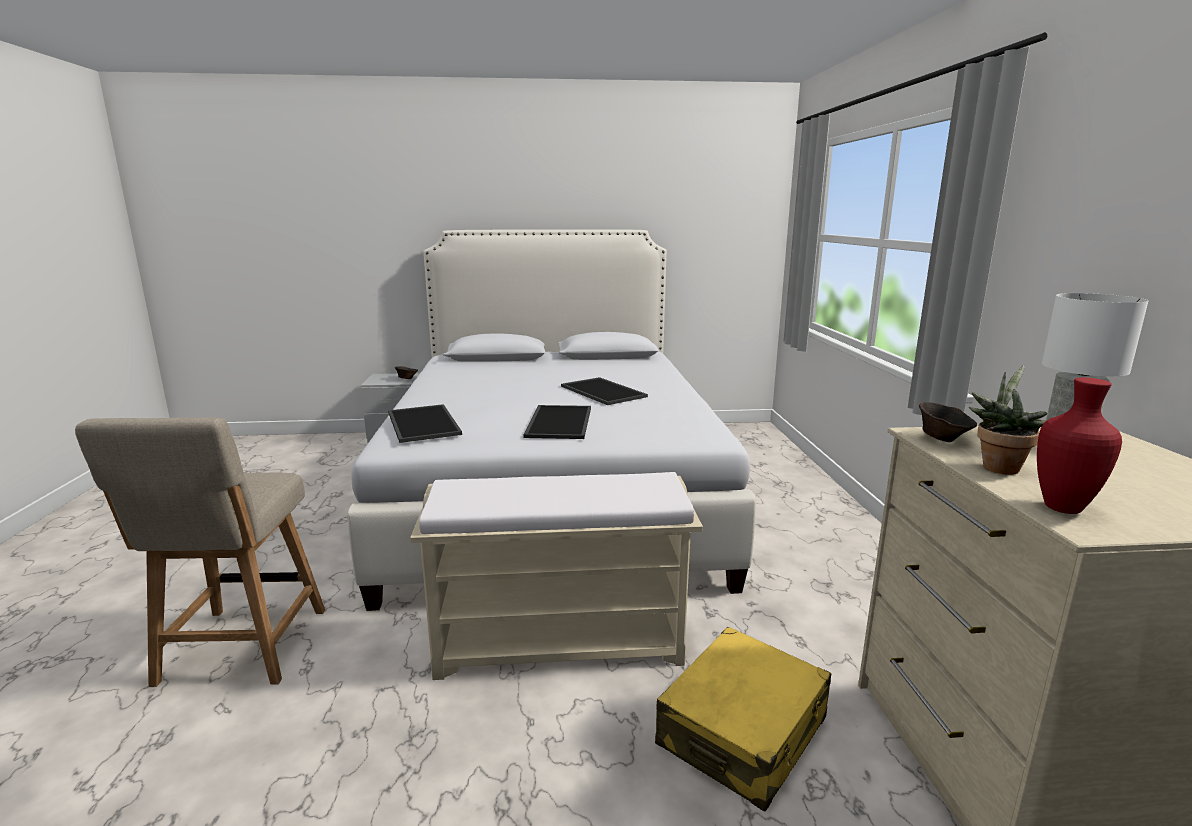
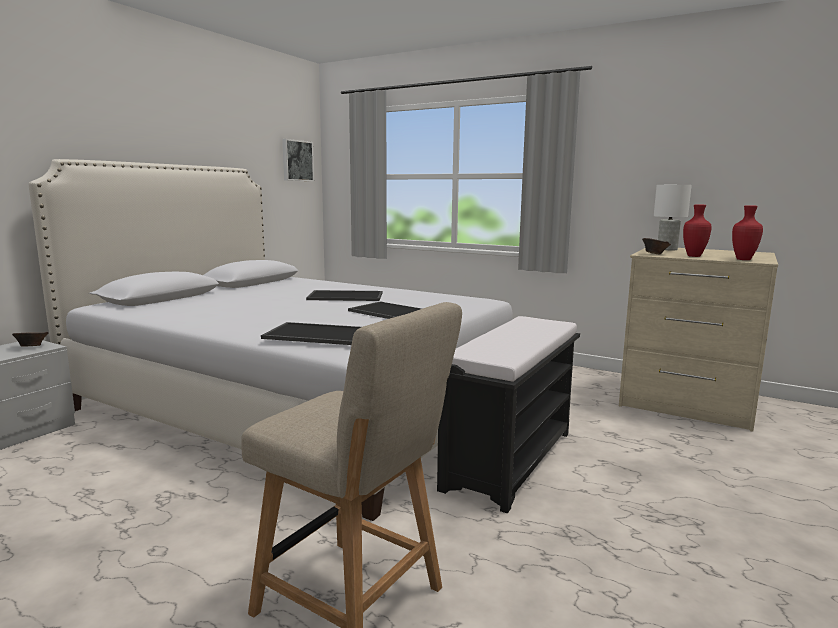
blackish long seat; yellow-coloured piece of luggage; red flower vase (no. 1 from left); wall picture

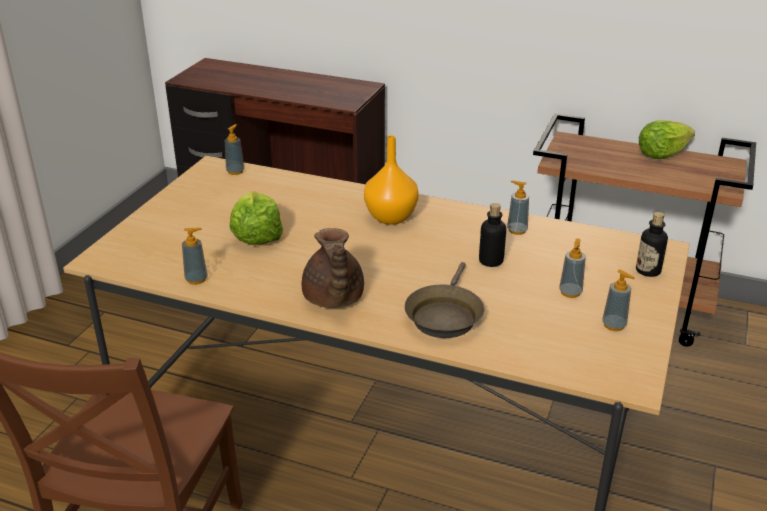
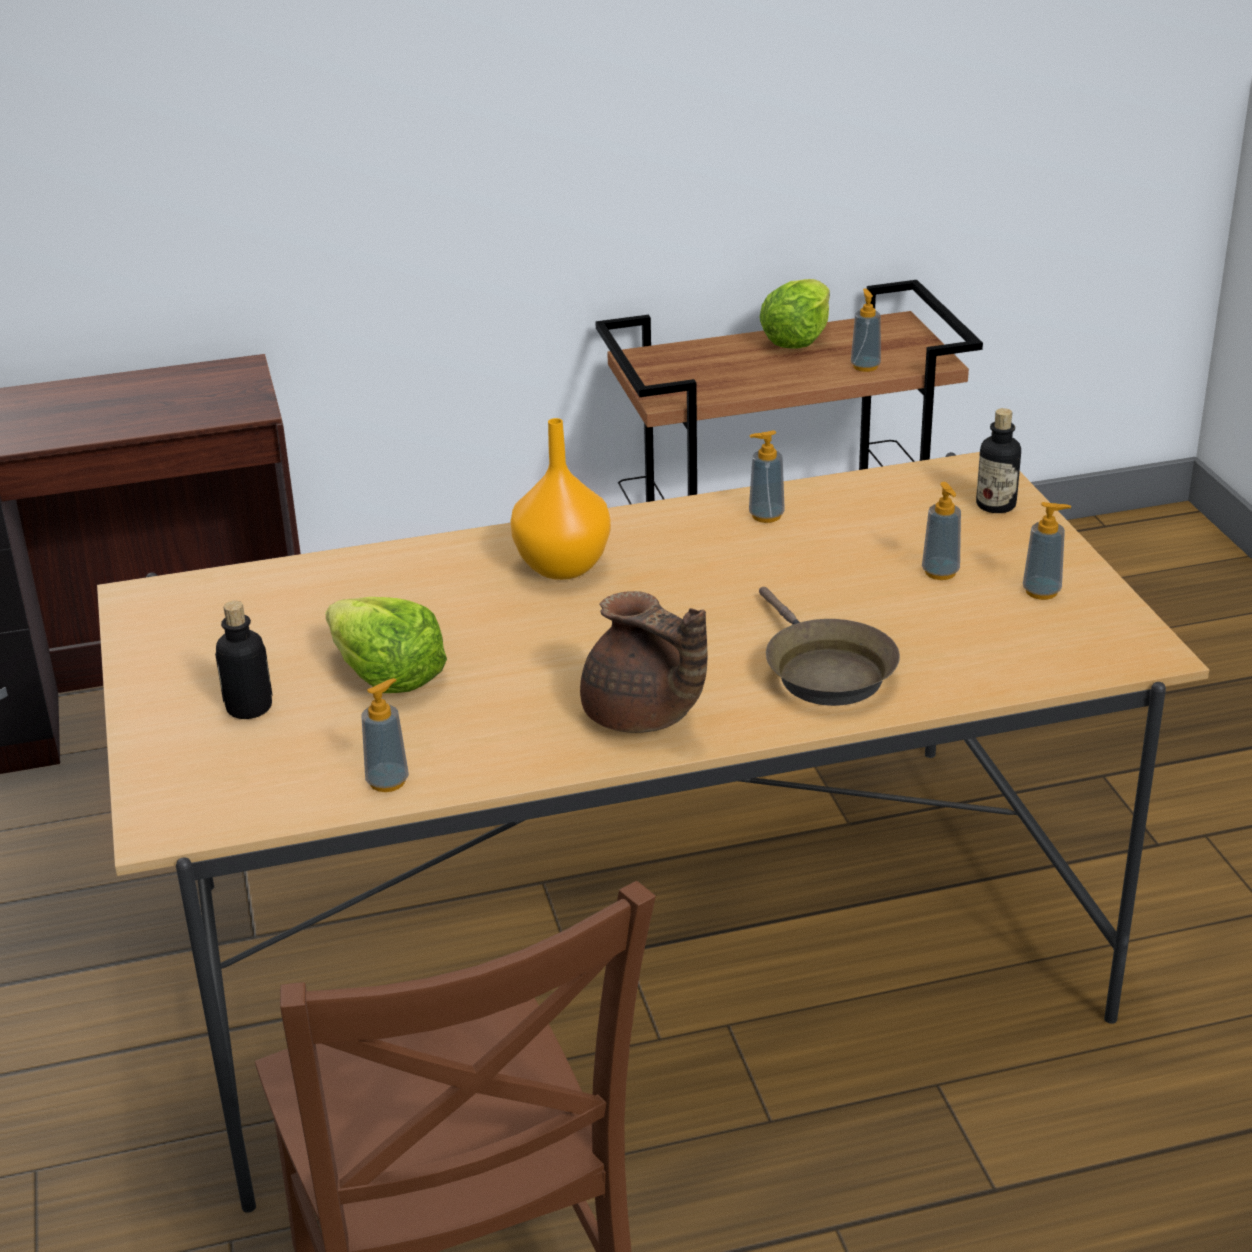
soap bottle (no. 3 from left); beverage bottle (no. 1 from left)

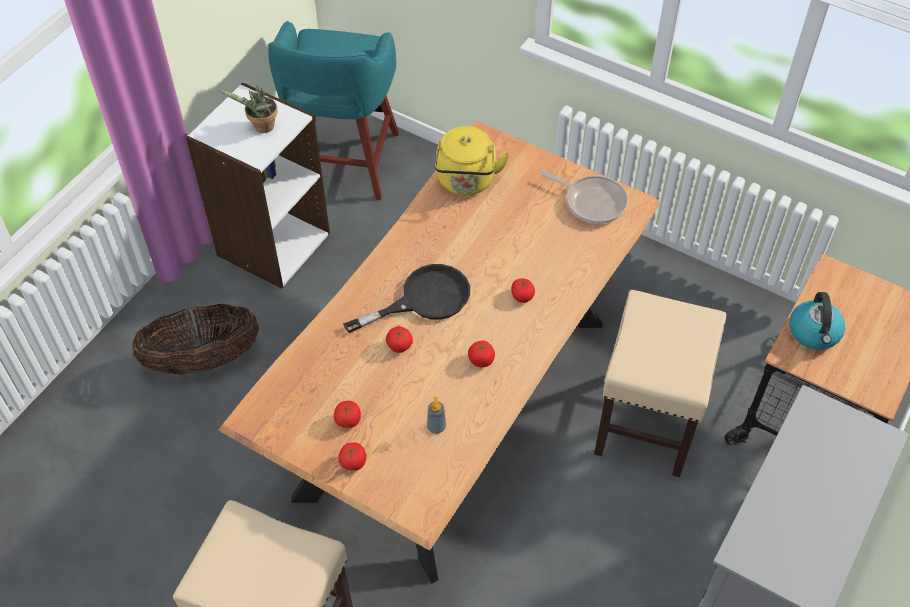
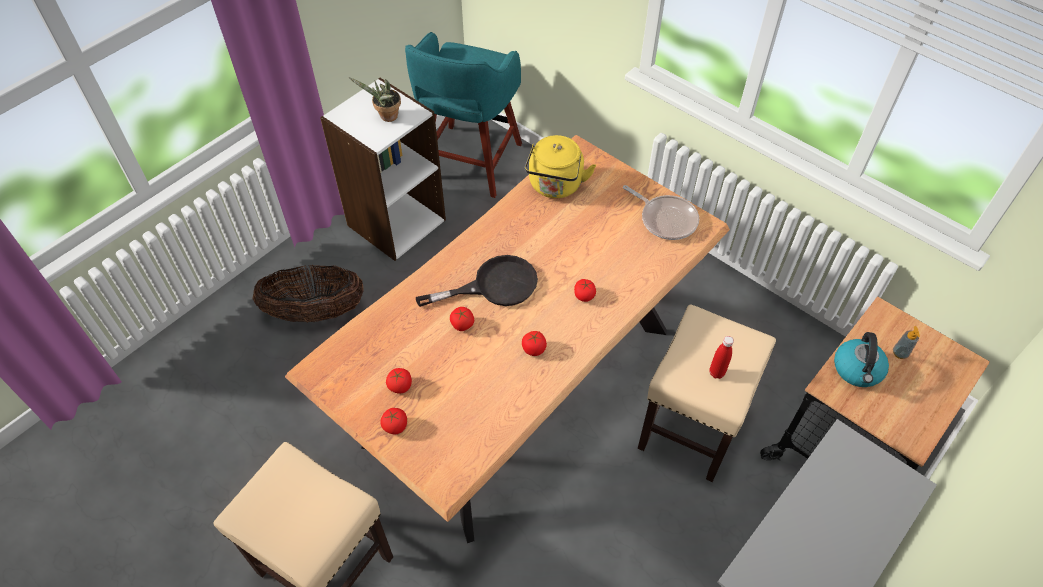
soap bottle; red beverage bottle

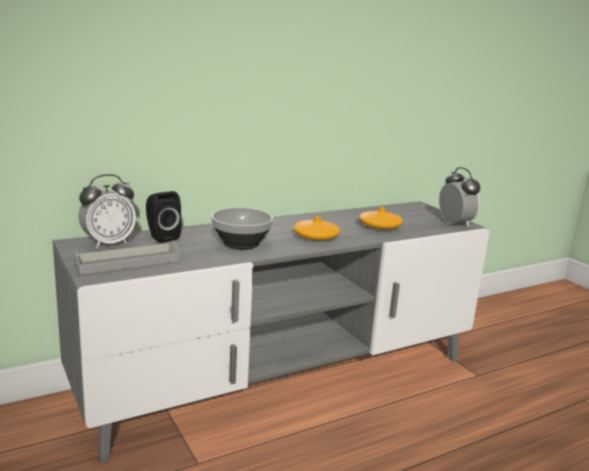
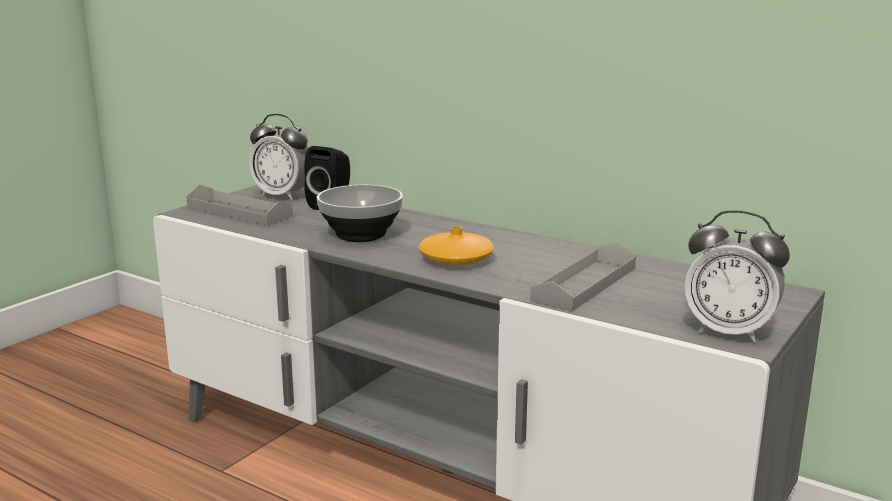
greyish serving tray (no. 2 from left); alarm clock (no. 2 from left)

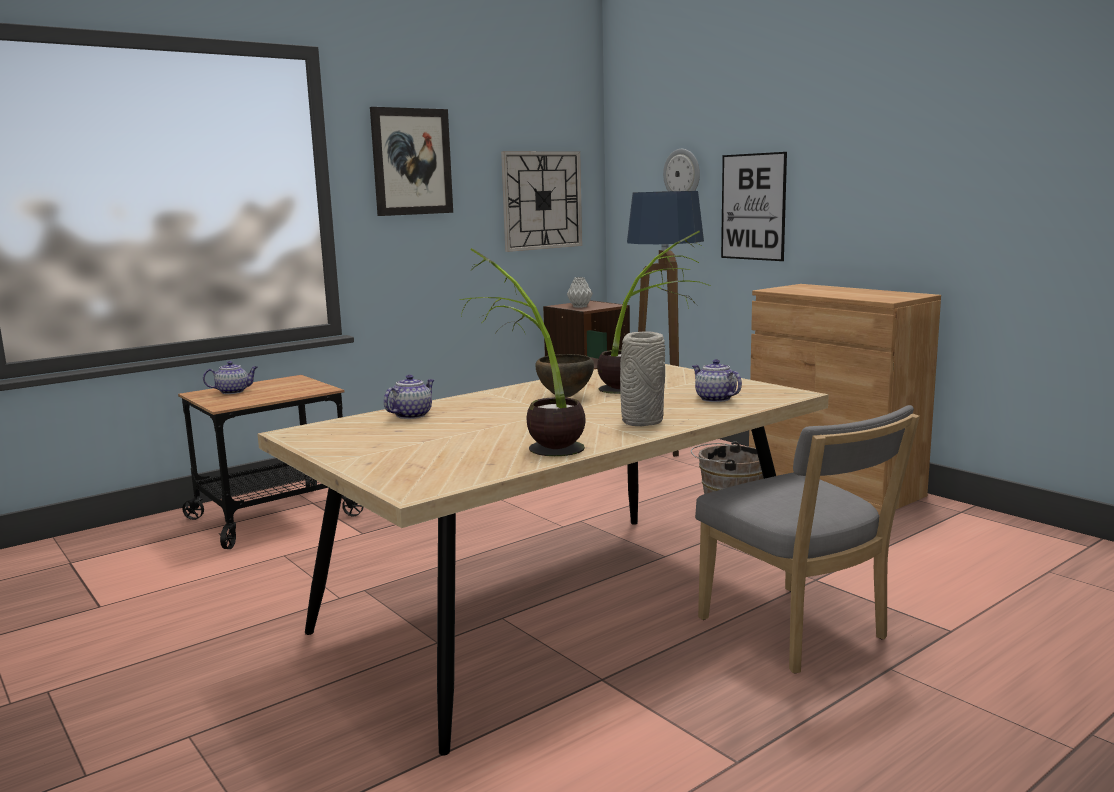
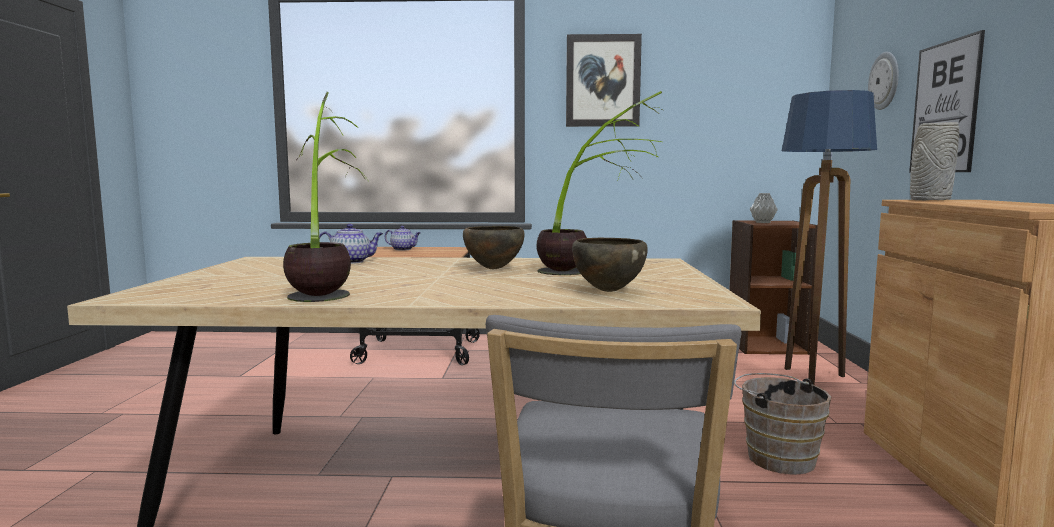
clock on the wall (no. 1 from left in the first image); greyish flower vase (no. 2 from left); brown bowl (no. 2 from left)

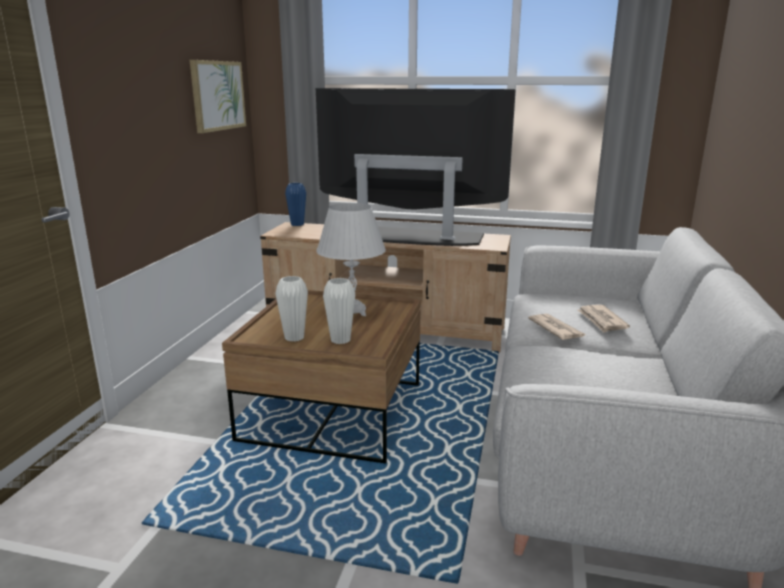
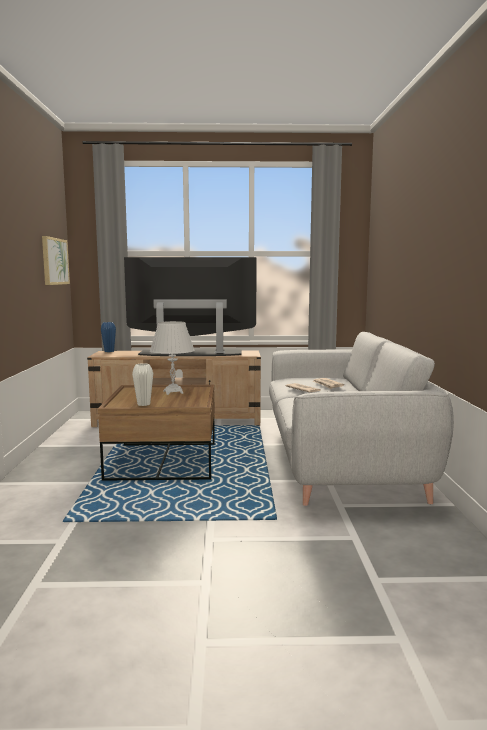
white flower vase (no. 2 from left in the first image)

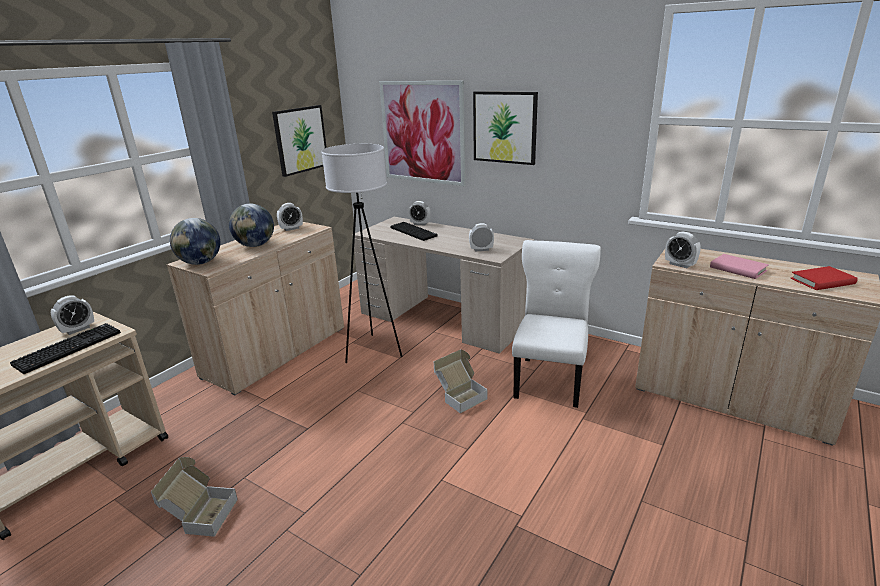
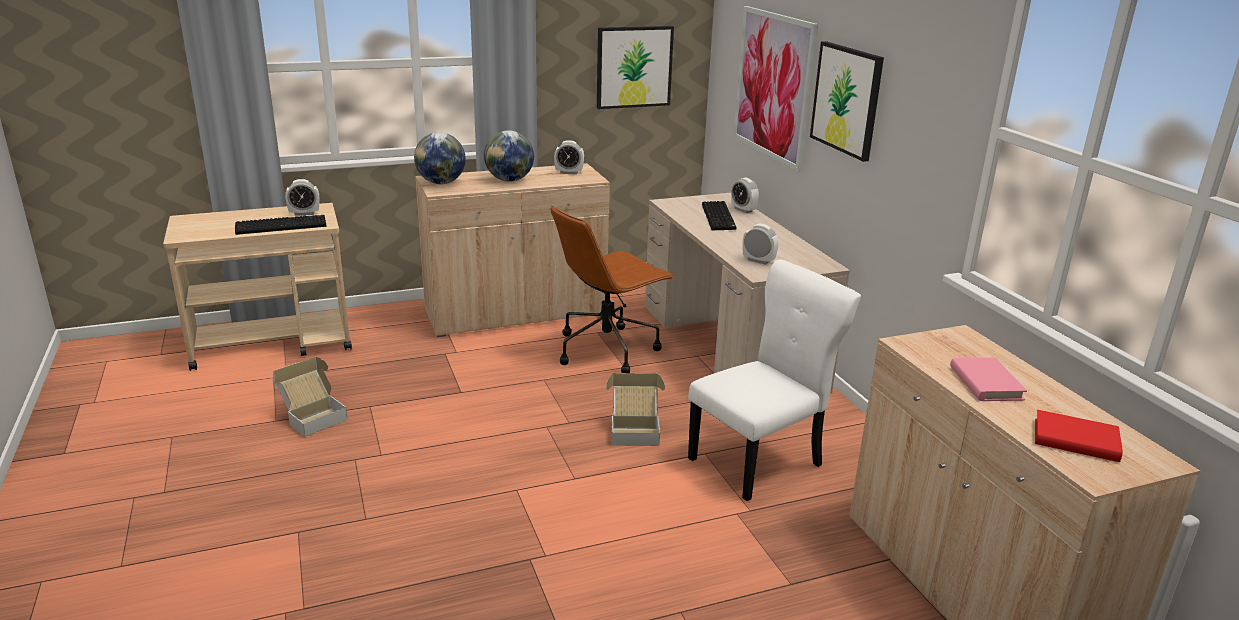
brown office chair; alarm clock (no. 5 from left in the first image)

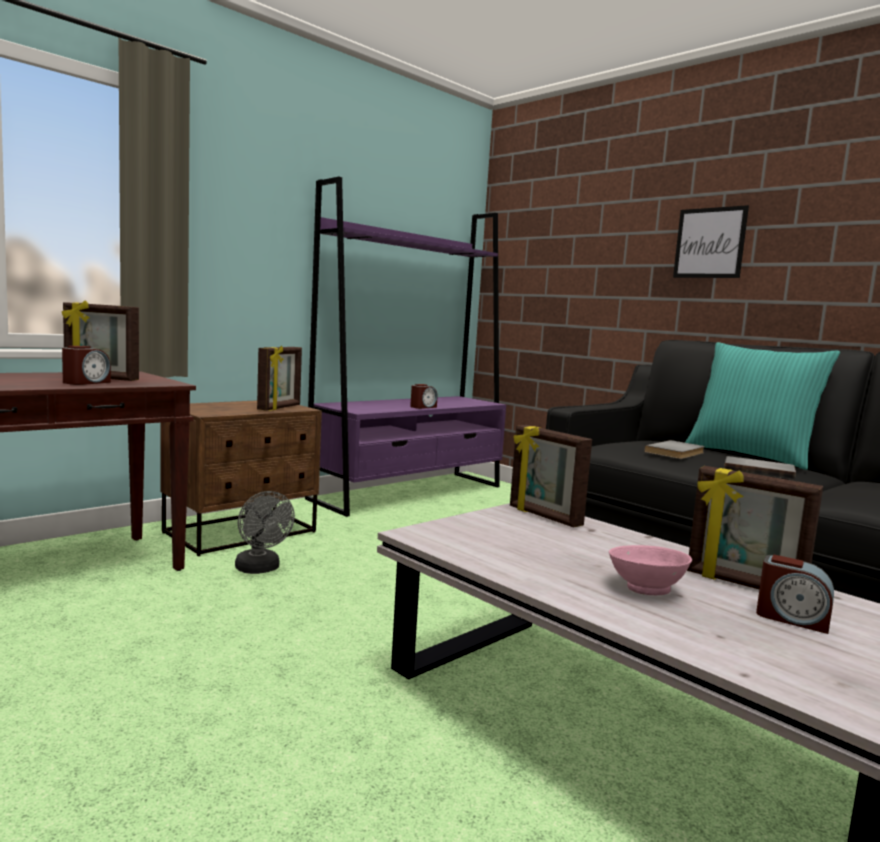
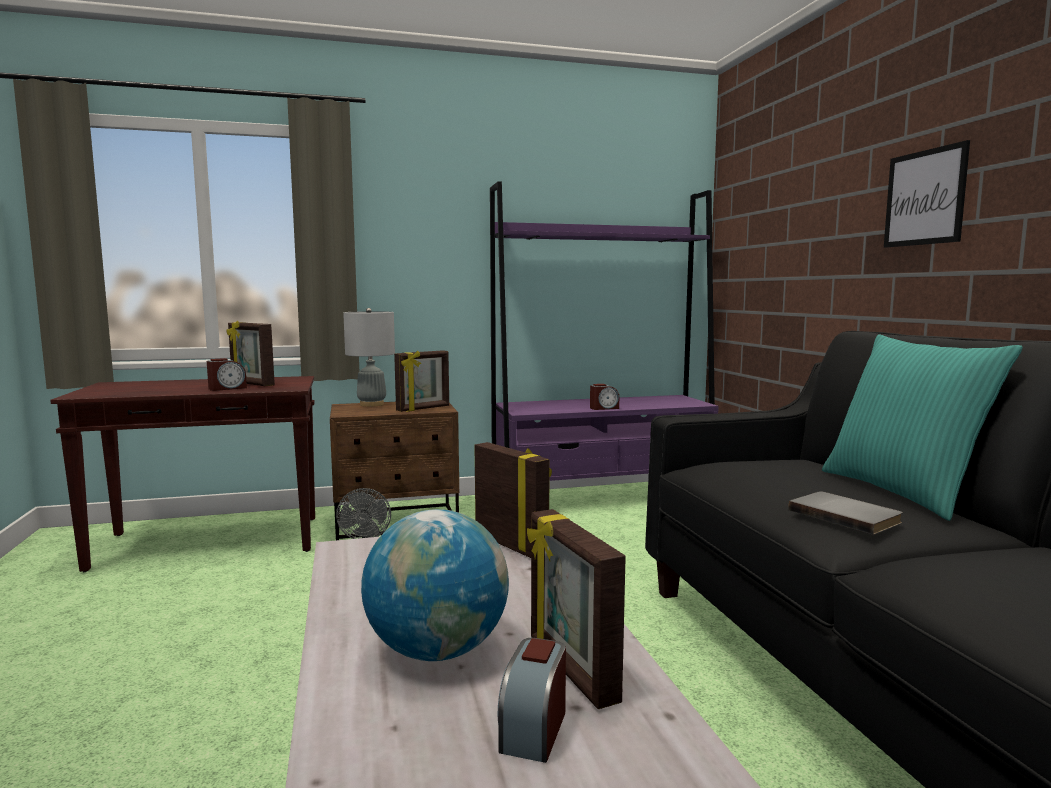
picture frame (no. 3 from left); desk globe; greyish bound book (no. 1 from left in the first image); alarm clock (no. 2 from left); greyish lamp for a table

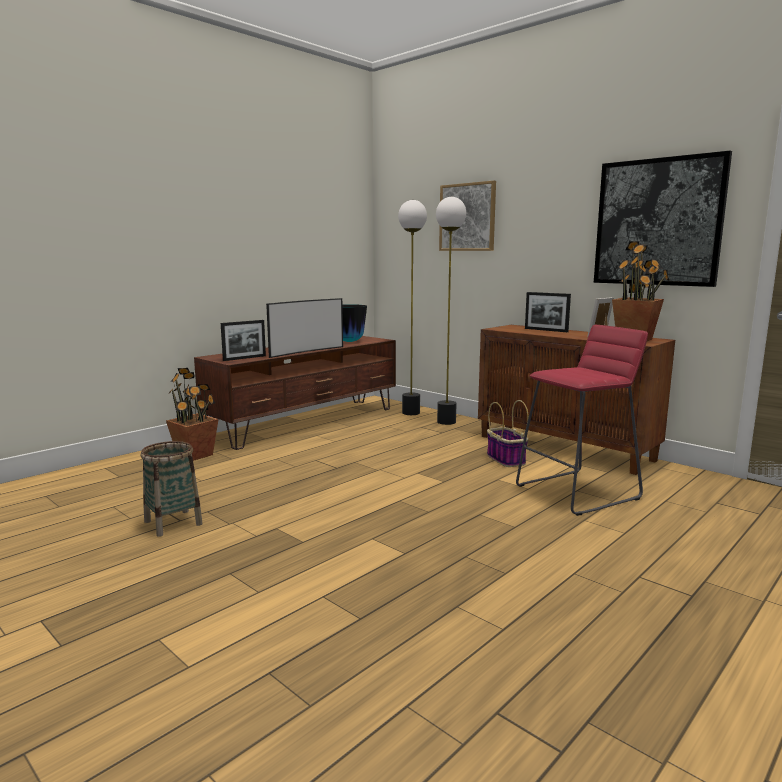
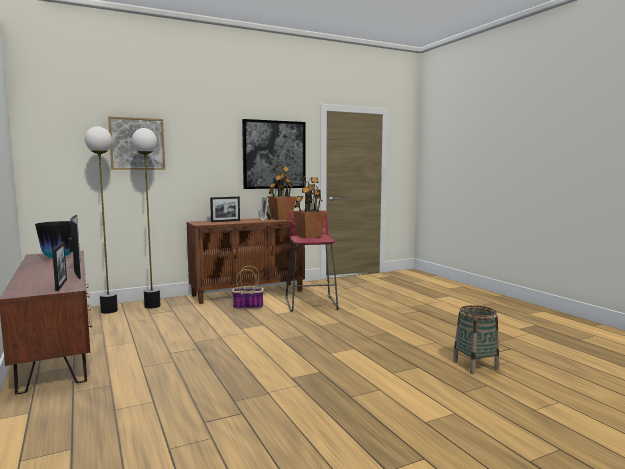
basket (no. 2 from left); potted plant (no. 2 from left)

